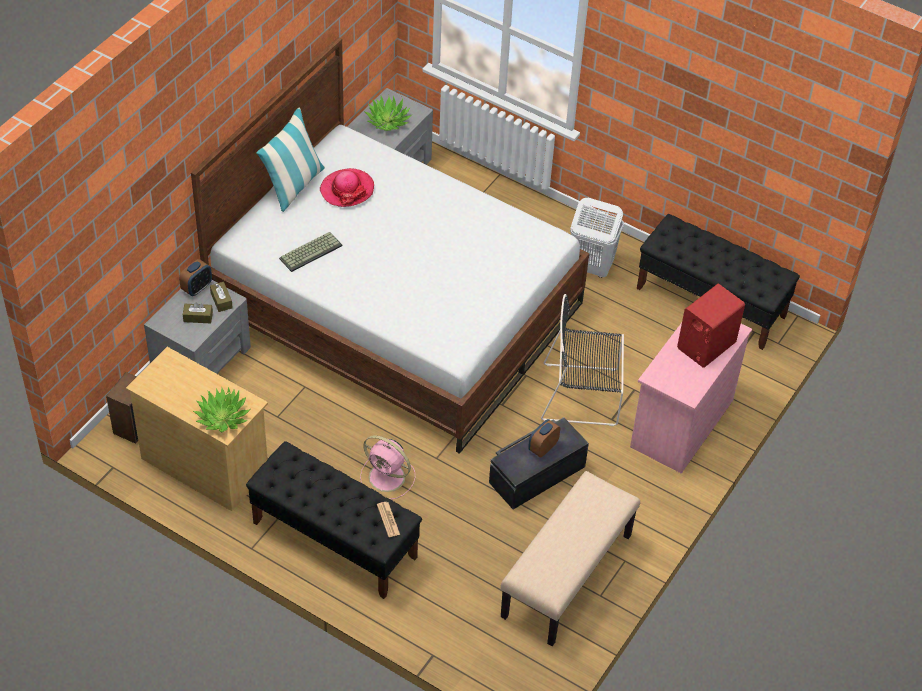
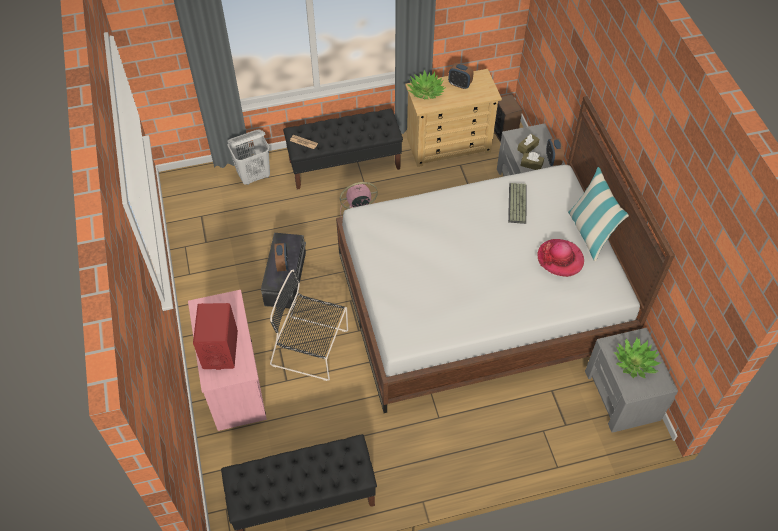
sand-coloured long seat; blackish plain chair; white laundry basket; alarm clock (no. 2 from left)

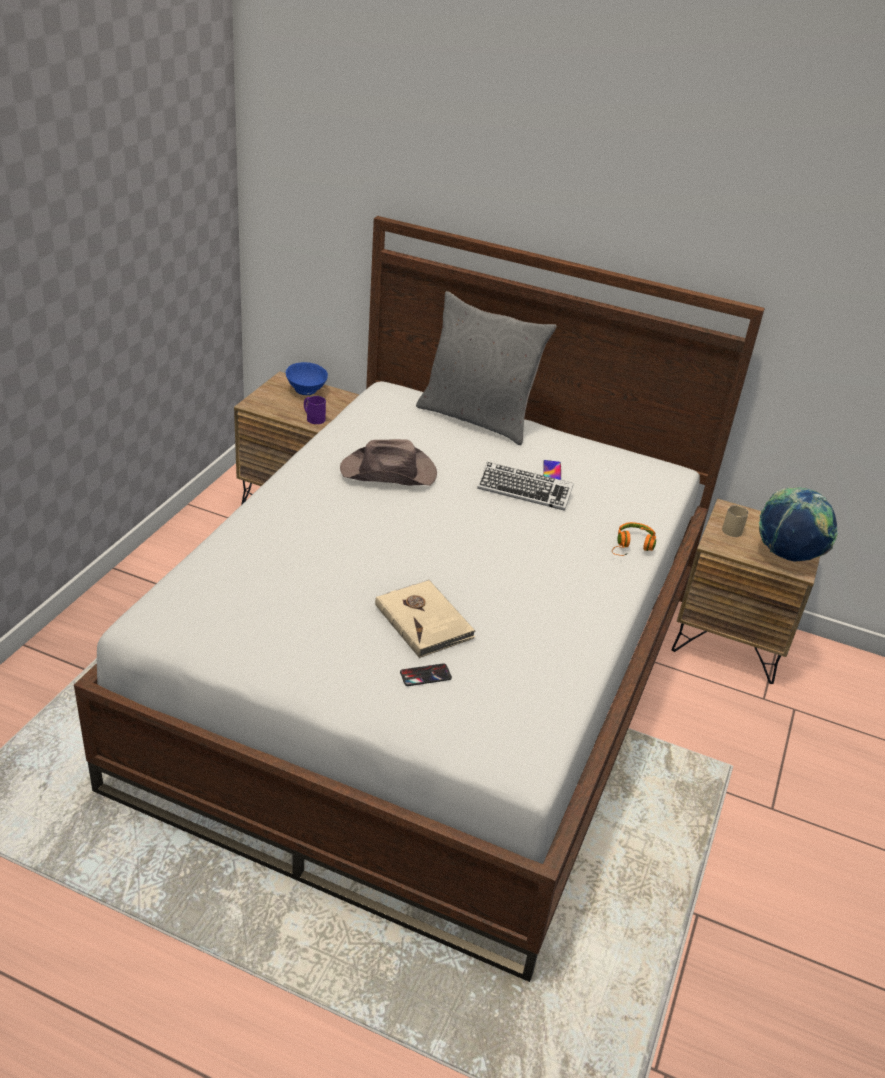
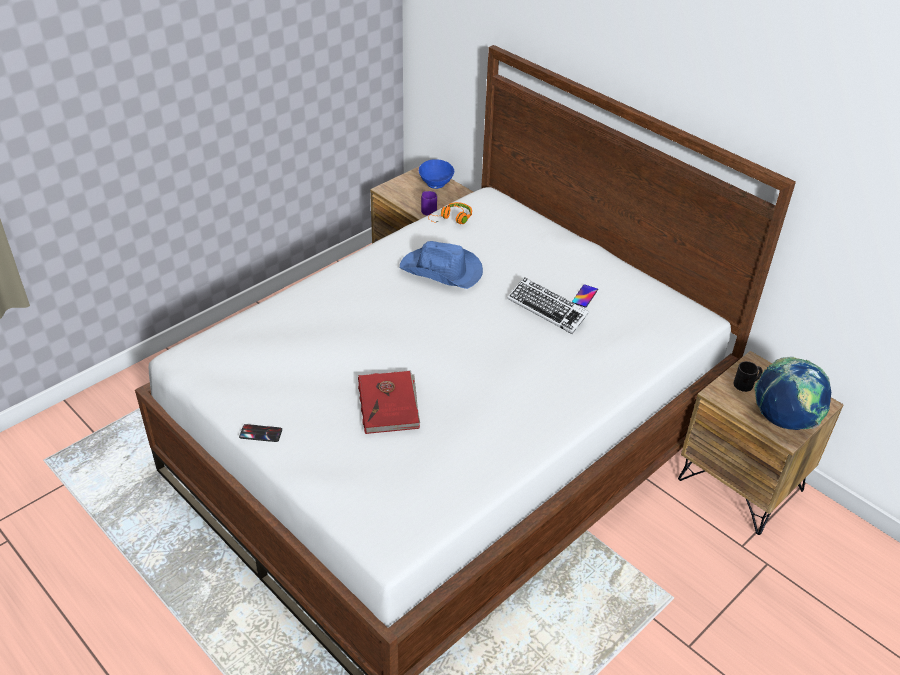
bluish clothing hat; red bound book; telephone (no. 1 from left); greyish throw pillow; orangey headphones; blackish tea mug

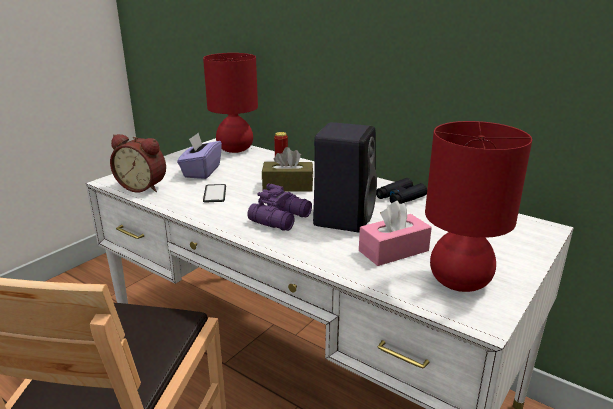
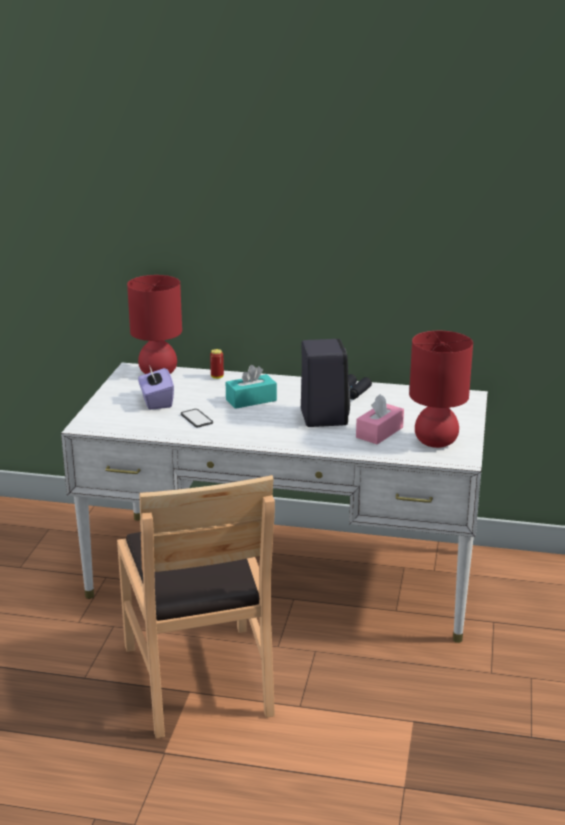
alarm clock; purplish pair of binoculars; turquoise-coloured tissue box

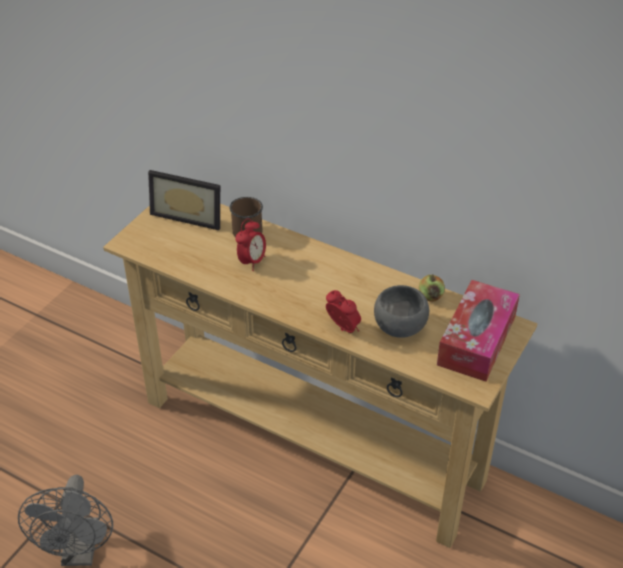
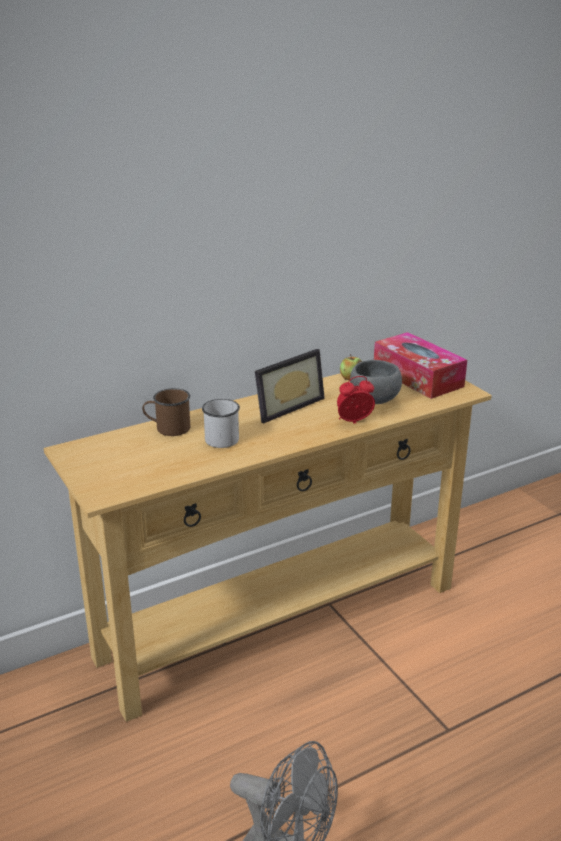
picture frame; white tea mug

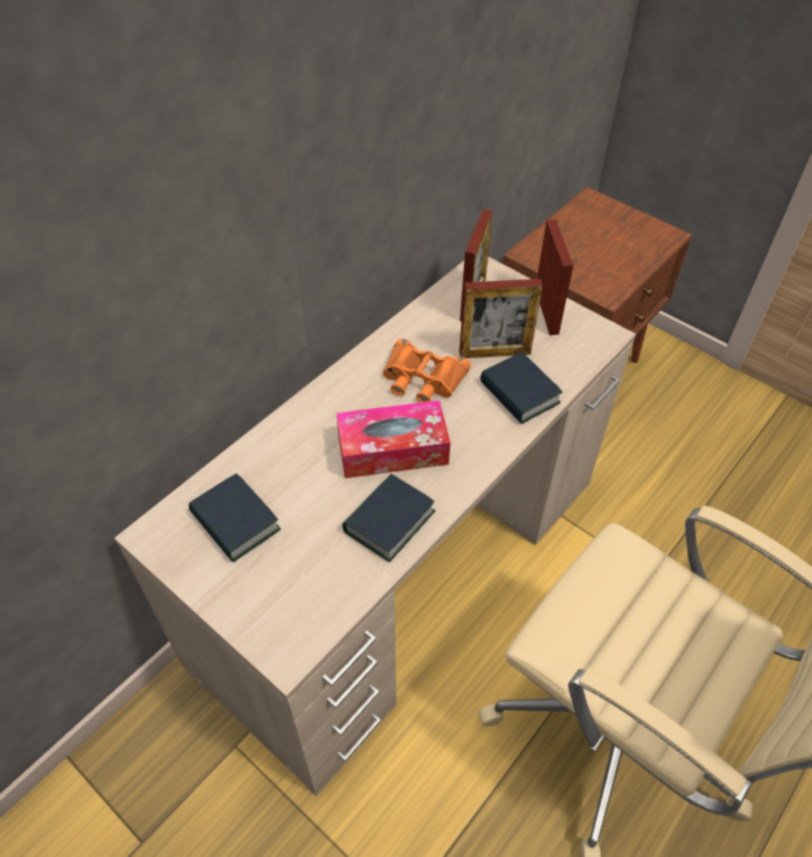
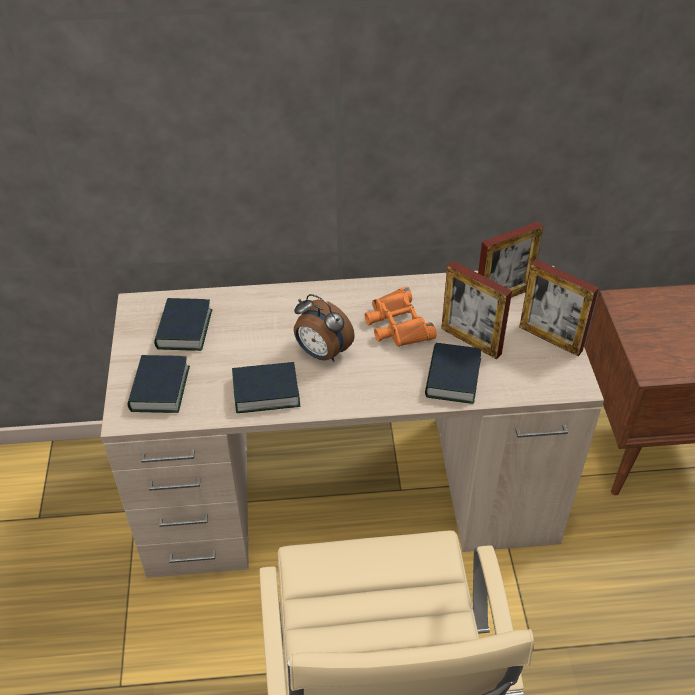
alarm clock; picture frame (no. 3 from left); bound book (no. 1 from left)

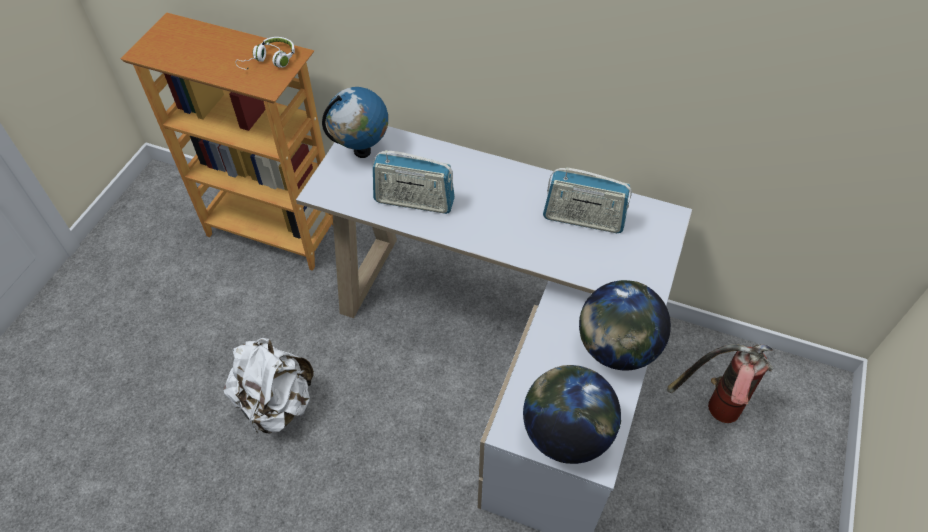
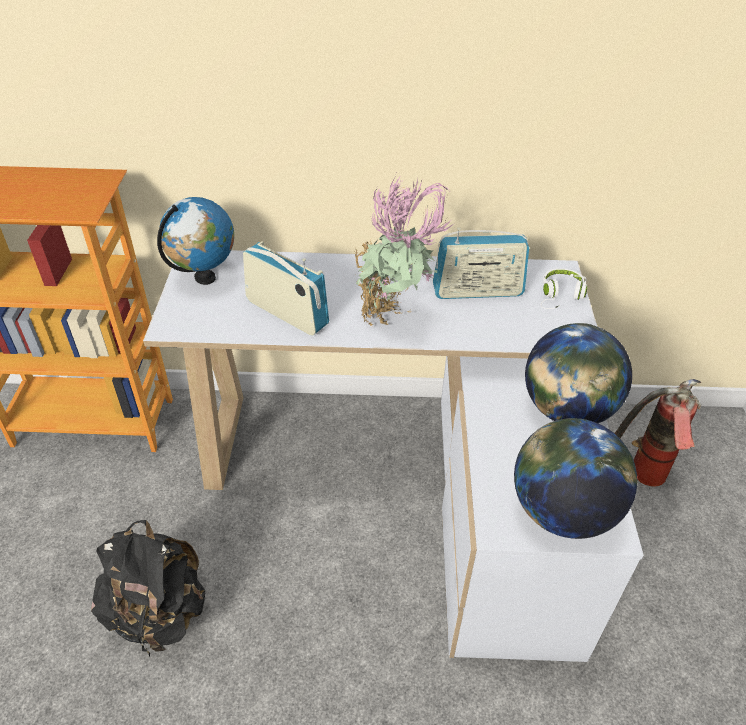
blackish backpack; white headphones; radio (no. 1 from left); potted plant

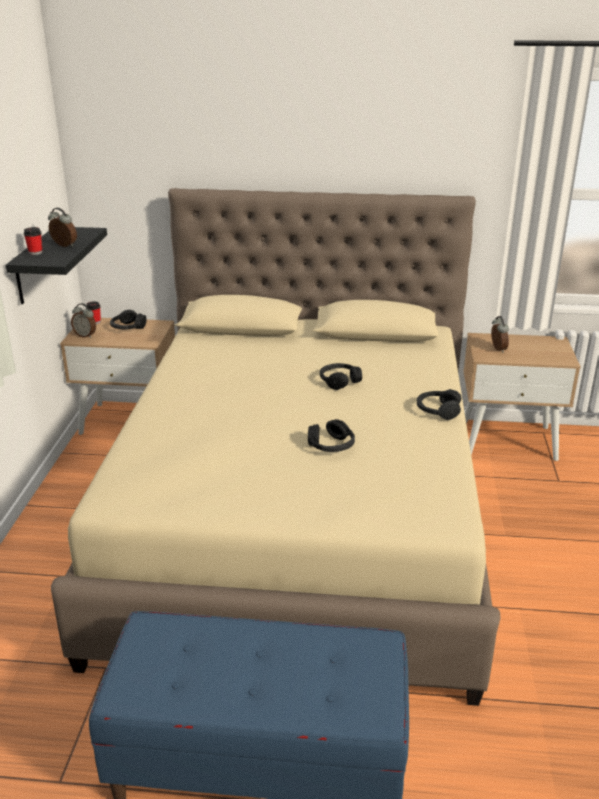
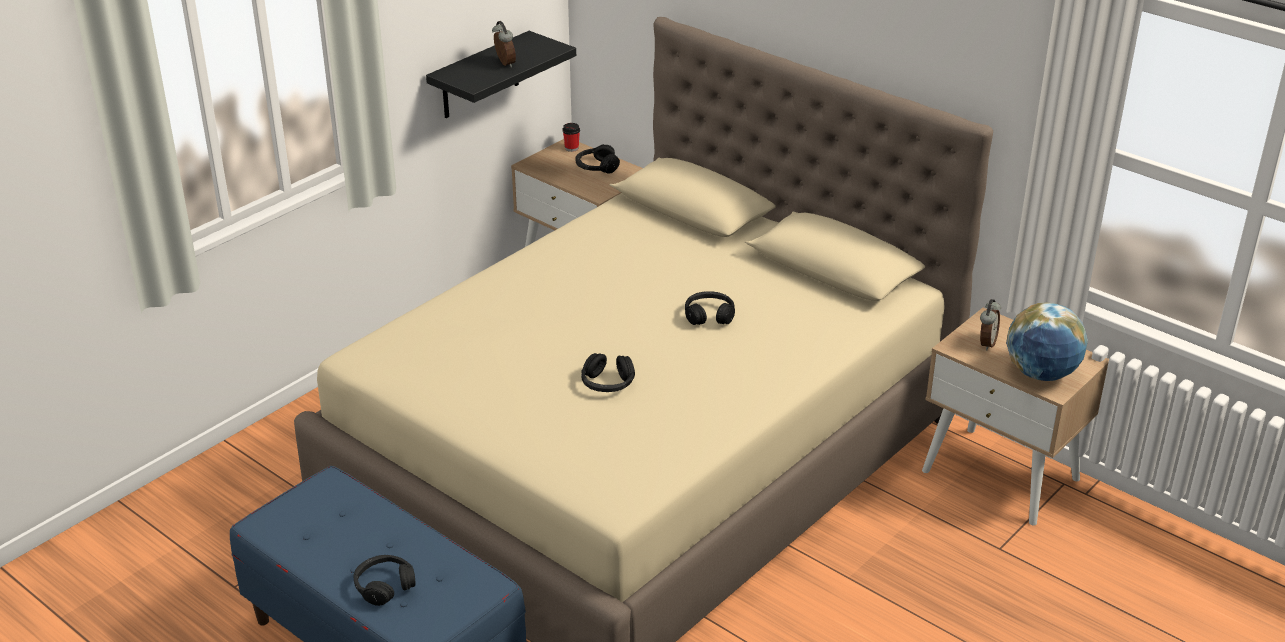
cup (no. 1 from left in the first image); alarm clock (no. 2 from left in the first image); blackish headphones (no. 1 from left); desk globe

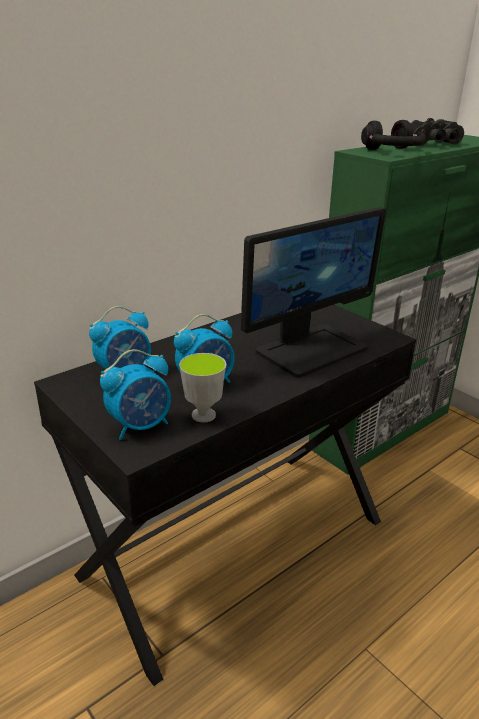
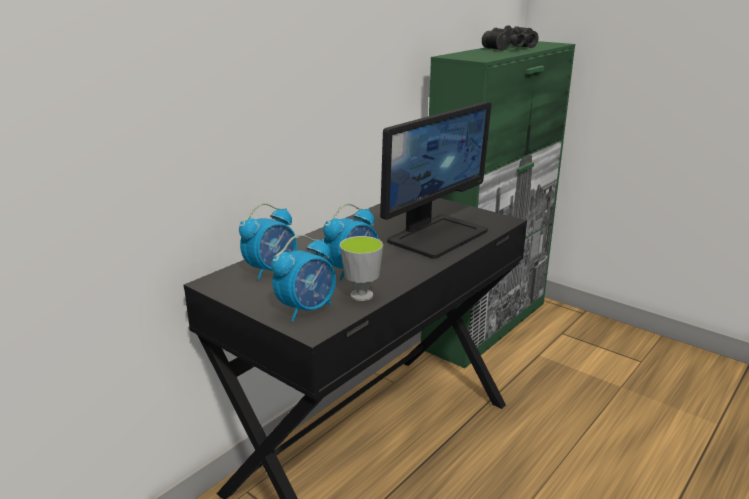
blackish headphones

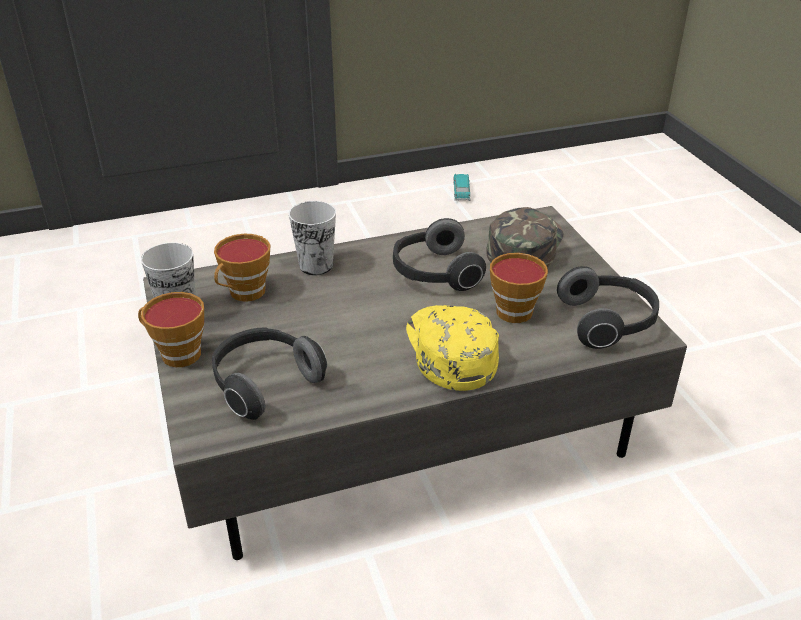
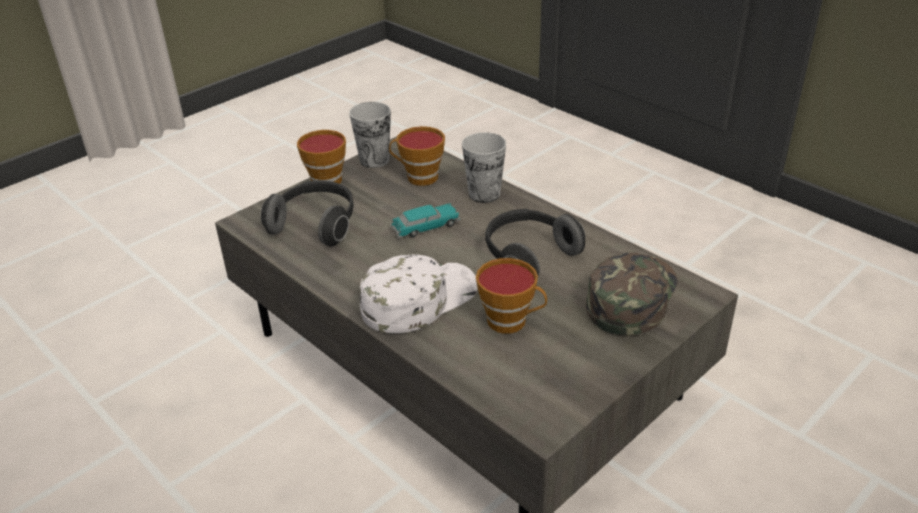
white peaked cap; model car; green-coloured peaked cap; headphones (no. 3 from left in the first image)

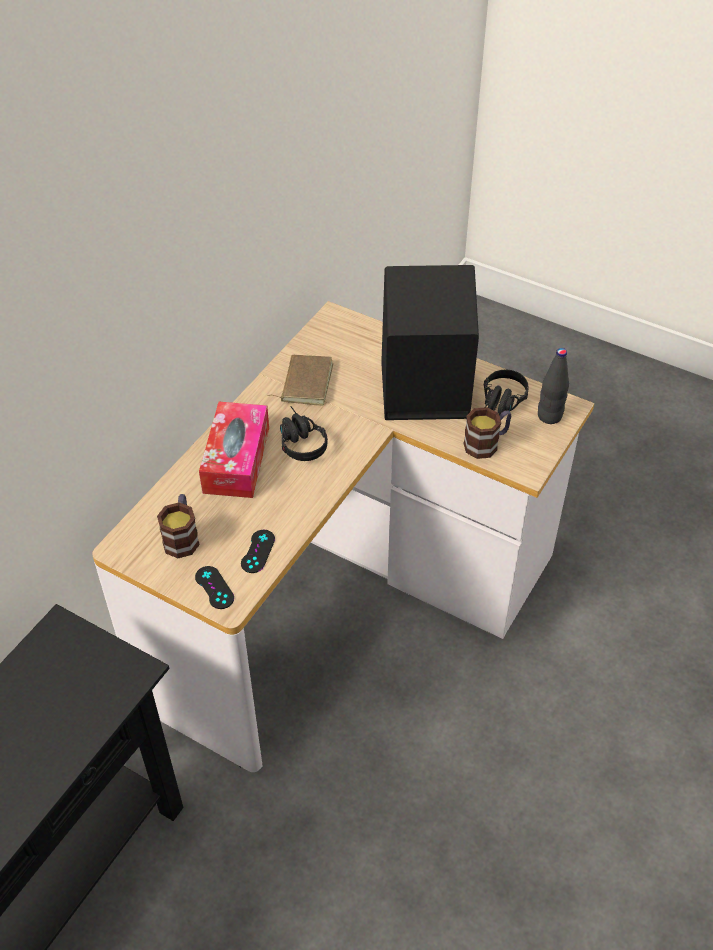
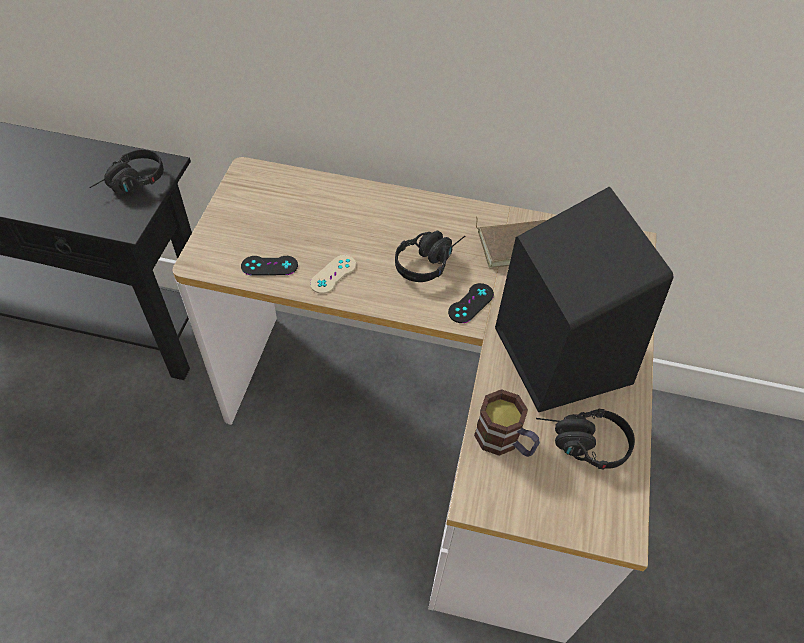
tea mug (no. 1 from left in the first image); blackish joypad (no. 2 from left); tissue box; blackish beverage bottle; blackish headphones (no. 1 from left); sand-coloured joypad

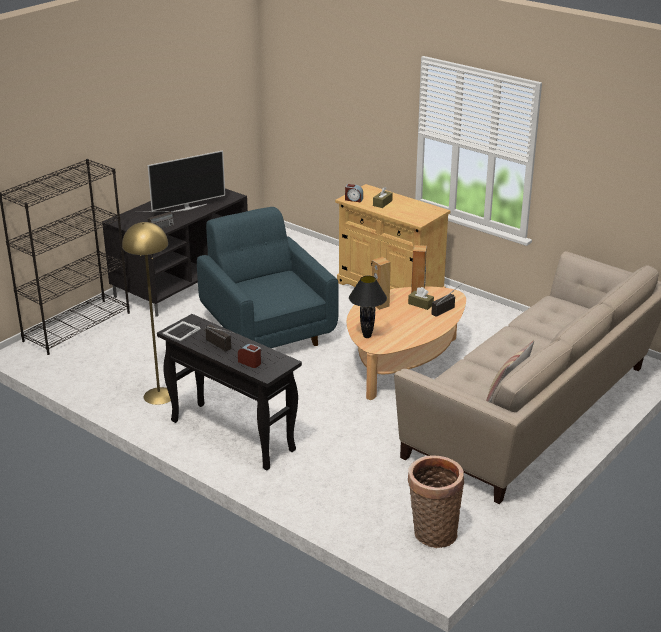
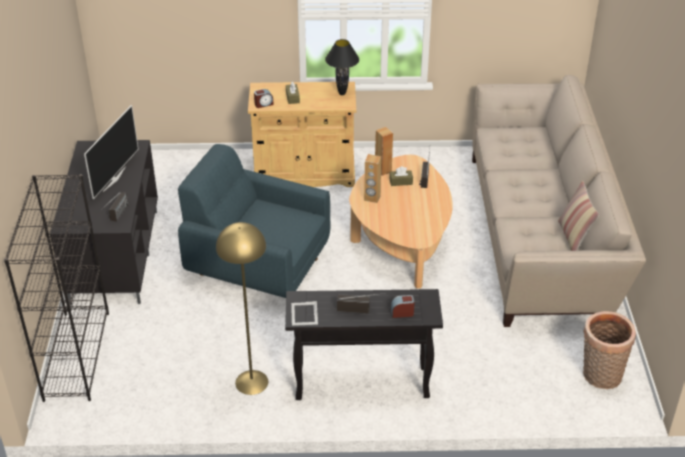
blackish lamp for a table

